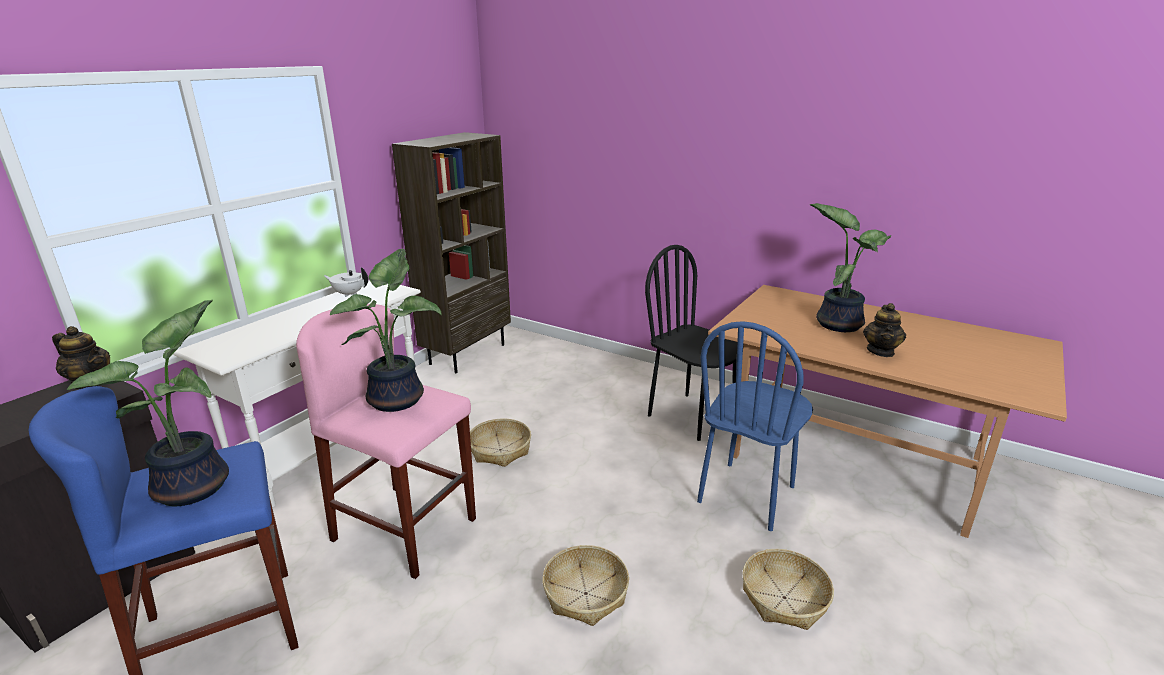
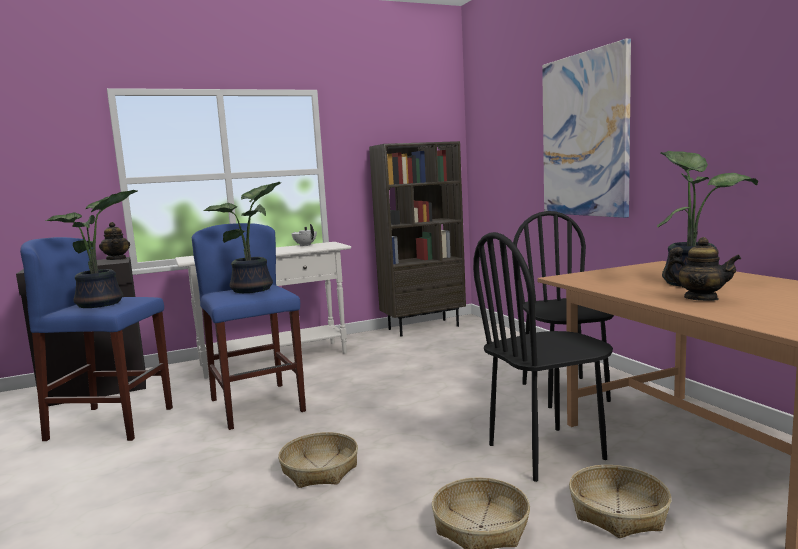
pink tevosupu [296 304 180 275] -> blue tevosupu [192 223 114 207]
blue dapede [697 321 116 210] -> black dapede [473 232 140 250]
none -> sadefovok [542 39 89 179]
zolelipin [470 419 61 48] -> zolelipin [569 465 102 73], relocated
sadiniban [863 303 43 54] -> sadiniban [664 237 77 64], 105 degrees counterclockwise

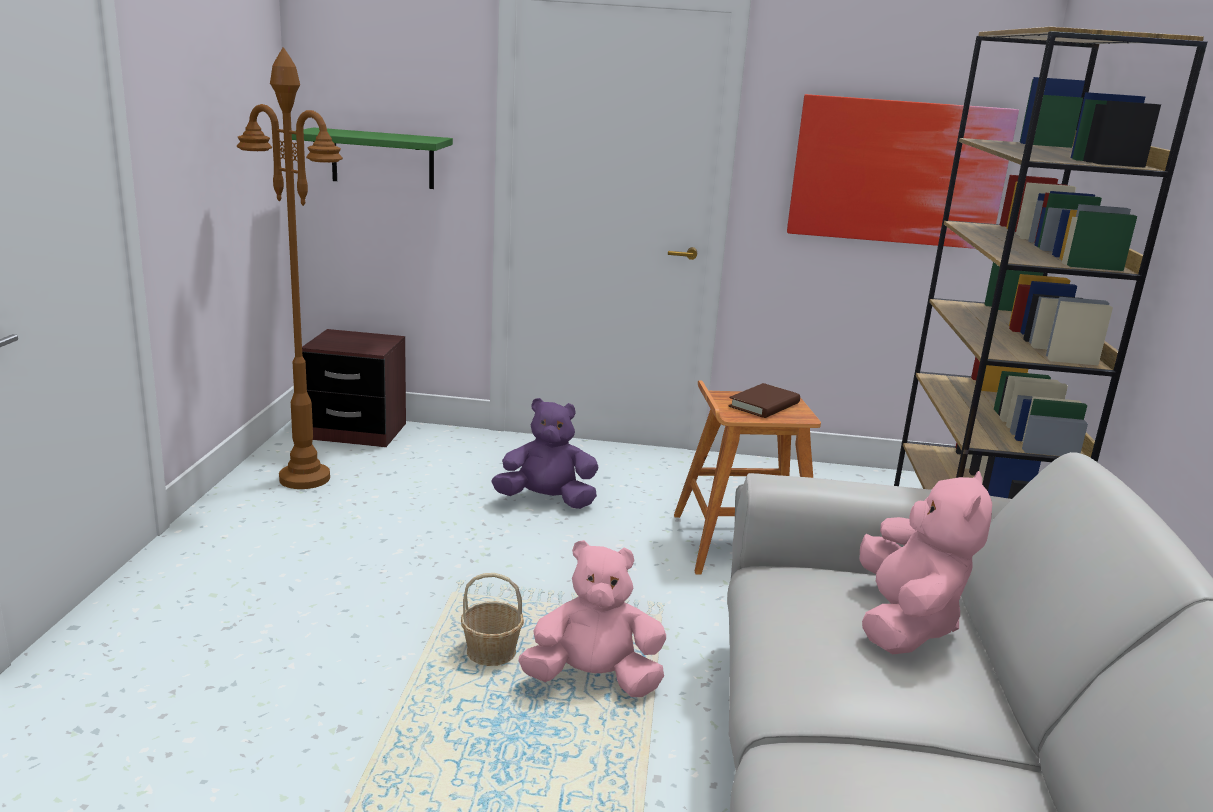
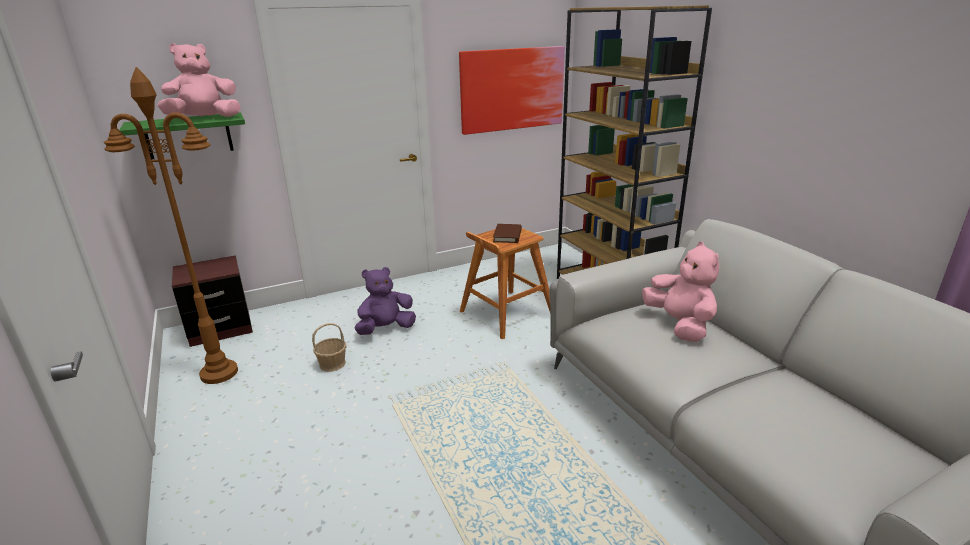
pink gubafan [518 540 148 157] -> pink gubafan [158 43 83 74], relocated
zolelipin [461 573 63 93] -> zolelipin [312 323 34 49], relocated

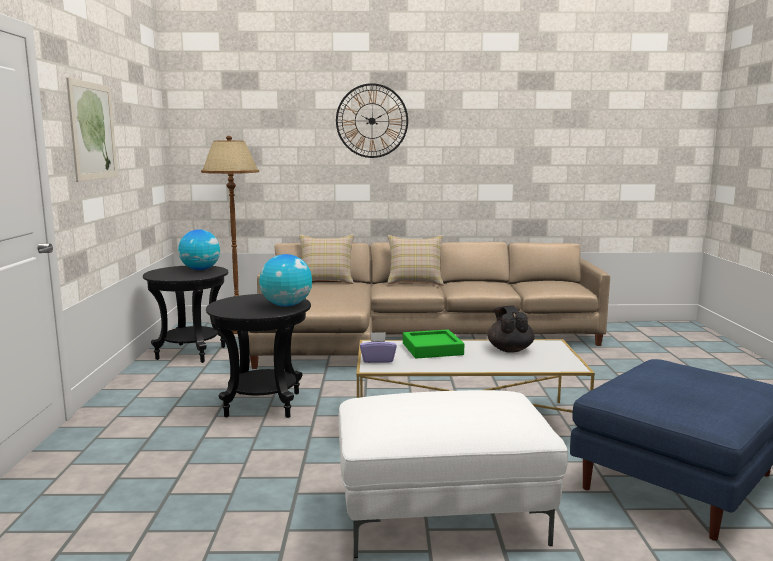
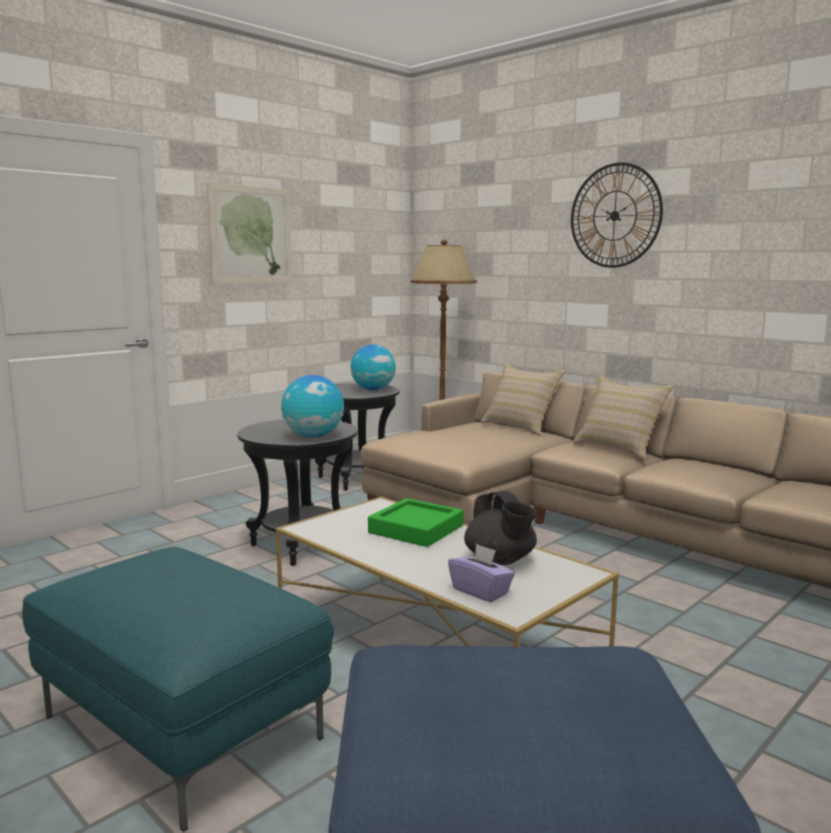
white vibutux [338 390 230 168] -> turquoise vibutux [22 547 312 285]
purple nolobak [360 332 37 31] -> purple nolobak [448 544 67 58], relocated
black sadiniban [488 305 47 48] -> black sadiniban [464 491 73 74], 120 degrees clockwise

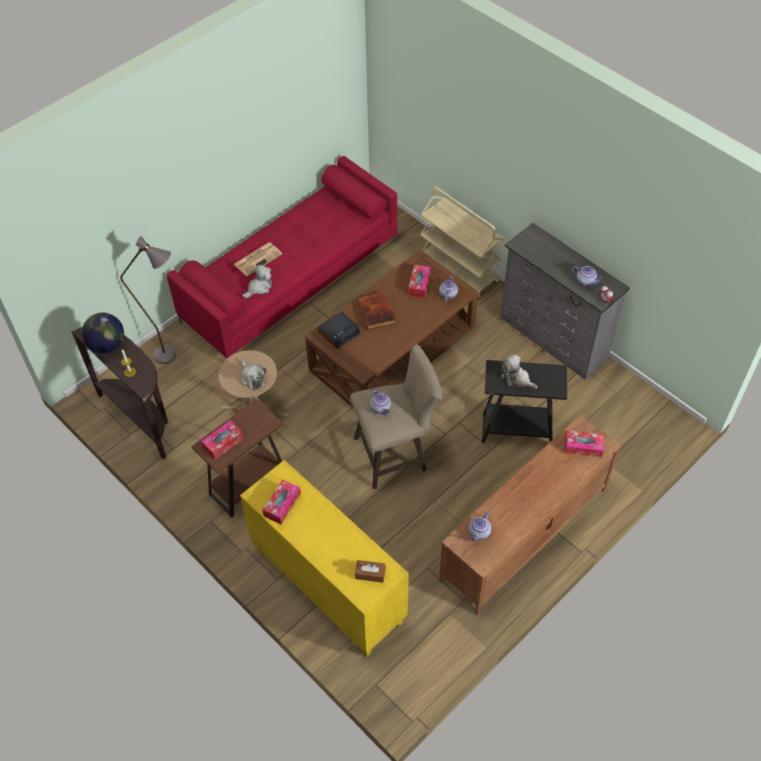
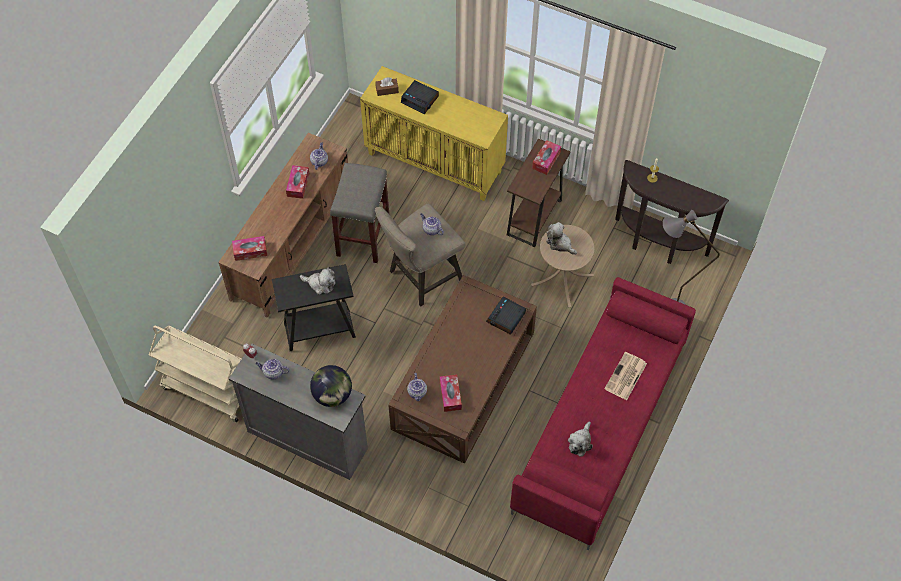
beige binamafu [420 186 84 112] -> beige binamafu [149 325 92 97], relocated
nolobak [262 479 39 45] -> nolobak [286 165 23 34], relocated
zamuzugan [82 312 42 42] -> zamuzugan [310 365 42 42], relocated
none -> grey tevosupu [330 163 59 100]
none -> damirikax [401 80 38 34]
gubafan [242 264 30 34] -> gubafan [568 422 25 35], relocated
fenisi [357 292 39 38] -> none

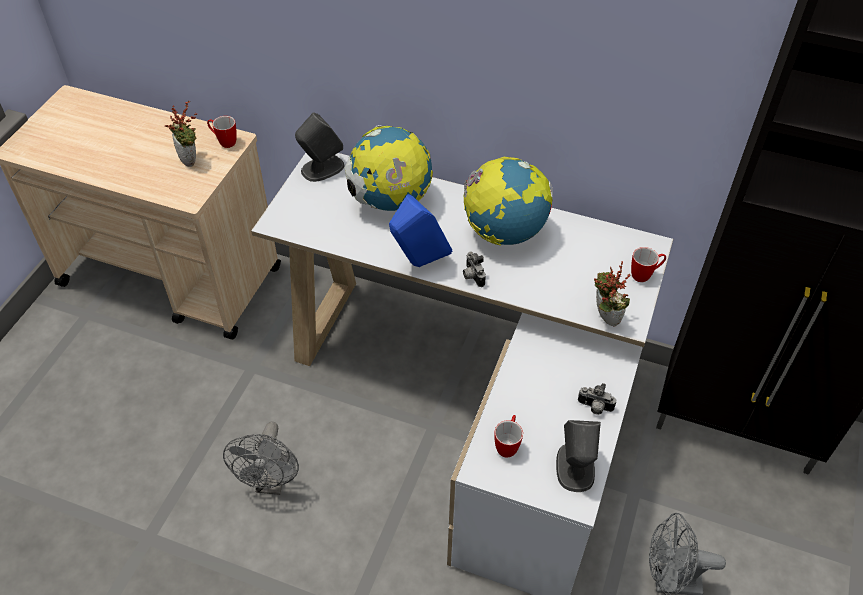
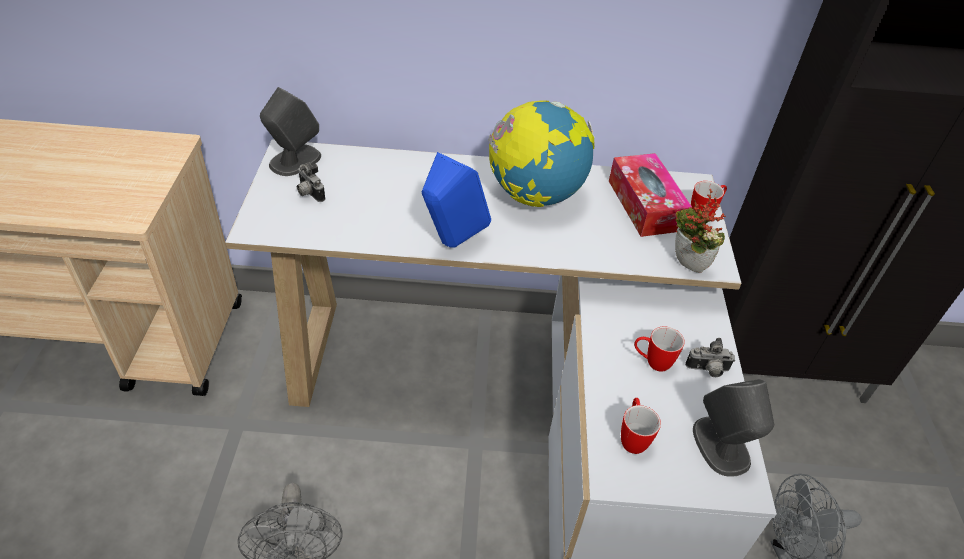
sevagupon [463 251 23 36] -> sevagupon [297 162 28 40], relocated
none -> nolobak [609 153 83 84]
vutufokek [207 116 30 32] -> vutufokek [634 326 51 46], relocated
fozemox [165 100 32 67] -> none
zamuzugan [345 125 88 86] -> none

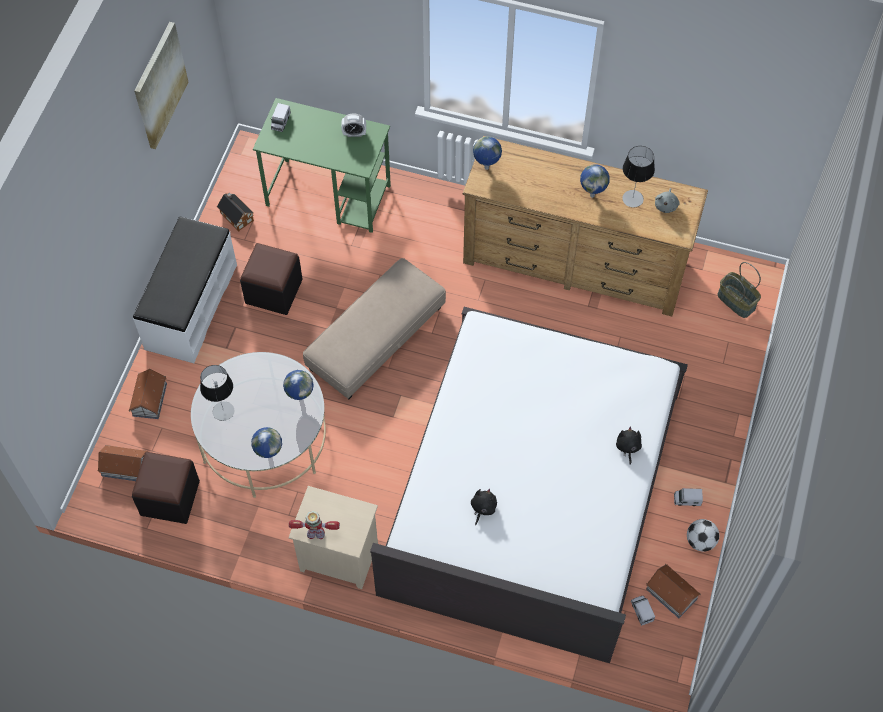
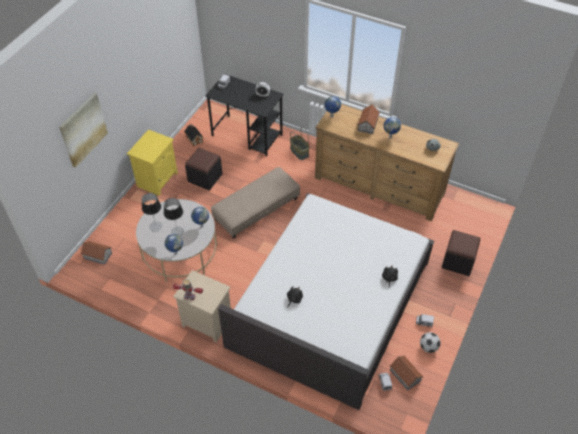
sadefovok [134 22 54 127] -> sadefovok [59 93 49 75], relocated
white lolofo [133 217 104 146] -> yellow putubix [127 129 51 67]
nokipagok [622 146 33 61] -> nokipagok [164 198 20 38], relocated
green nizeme [253 98 138 135] -> black nizeme [205 74 79 82]
zolelipin [717 262 44 56] -> zolelipin [290 127 20 33], relocated
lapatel [129 369 38 50] -> lapatel [358 105 22 29], relocated
black vibutux [132 452 68 72] -> black vibutux [442 230 39 46], relocated

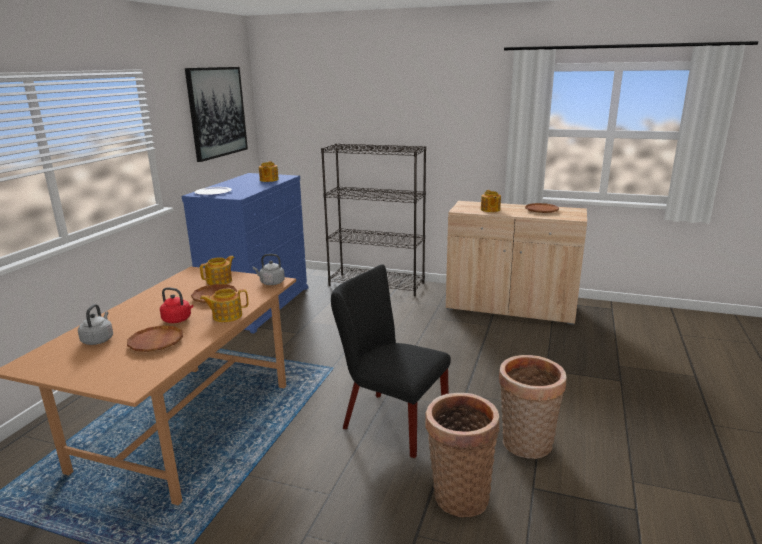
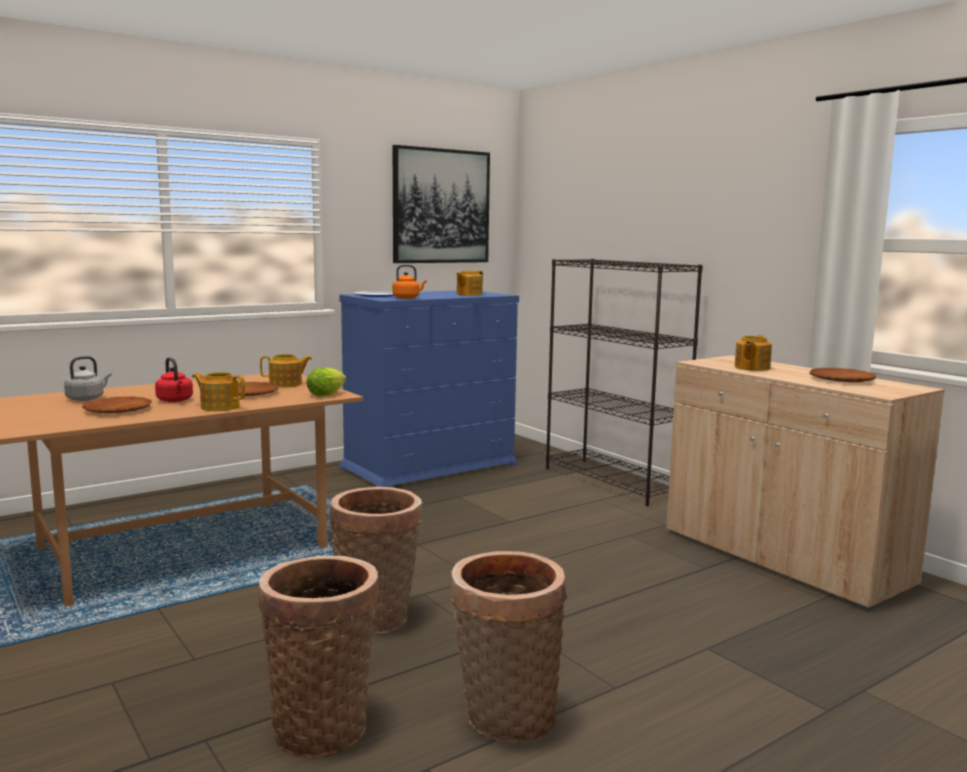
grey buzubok [253 254 32 31] -> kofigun [306 367 40 29]
black dapede [331 264 120 194] -> zolelipin [330 487 92 148]
none -> orange buzubok [392 264 35 35]

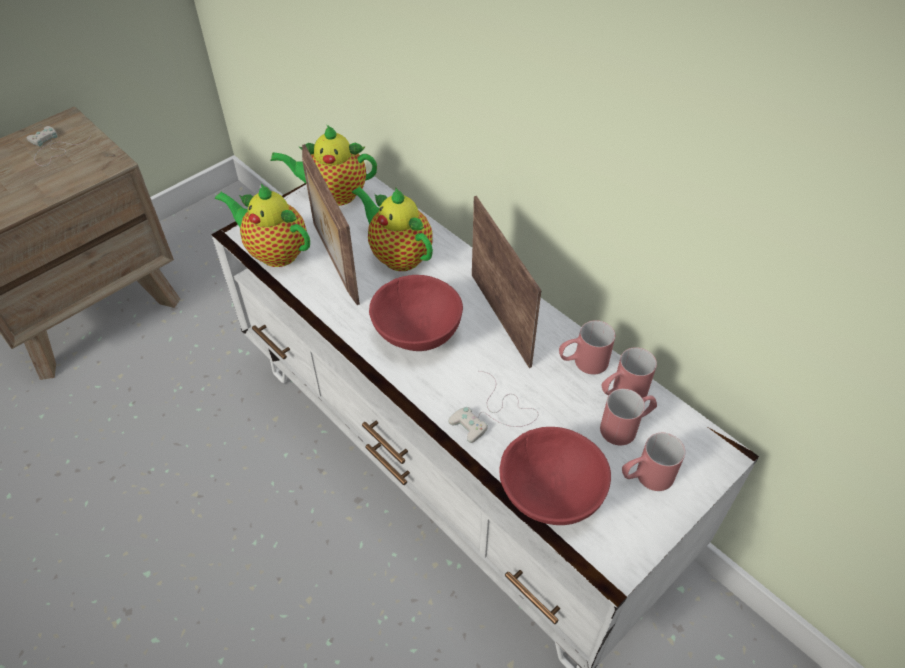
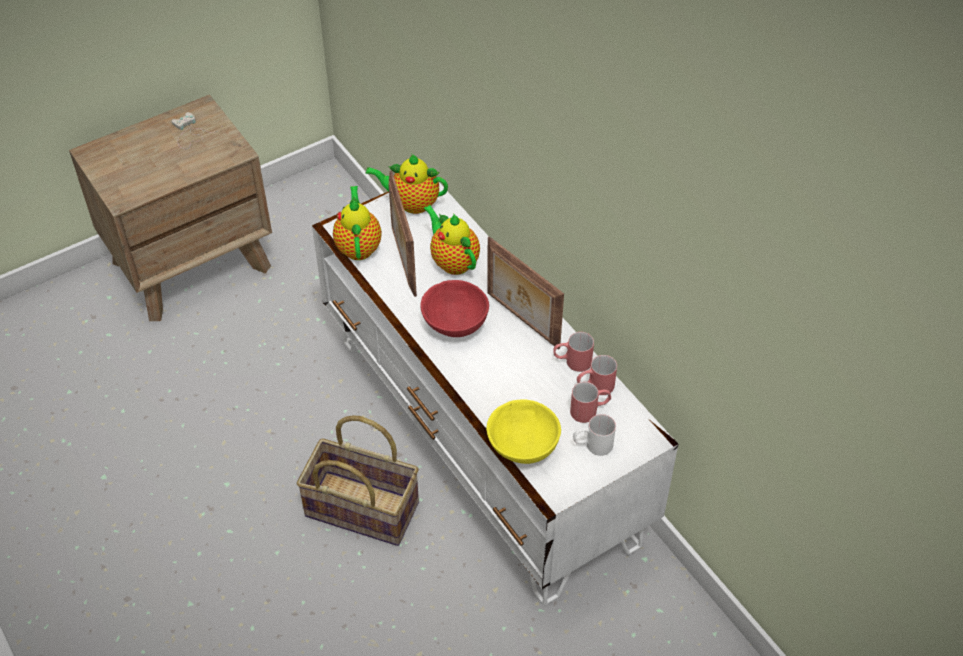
none -> zolelipin [297 415 122 131]
sadiniban [215 184 95 83] -> sadiniban [333 186 49 74], 45 degrees clockwise
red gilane [499 427 112 98] -> yellow gilane [486 399 75 65]
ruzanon [472 196 69 172] -> ruzanon [487 236 77 114], 150 degrees clockwise
red vutufokek [622 433 63 58] -> white vutufokek [573 414 43 42]
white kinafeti [448 371 90 72] -> none

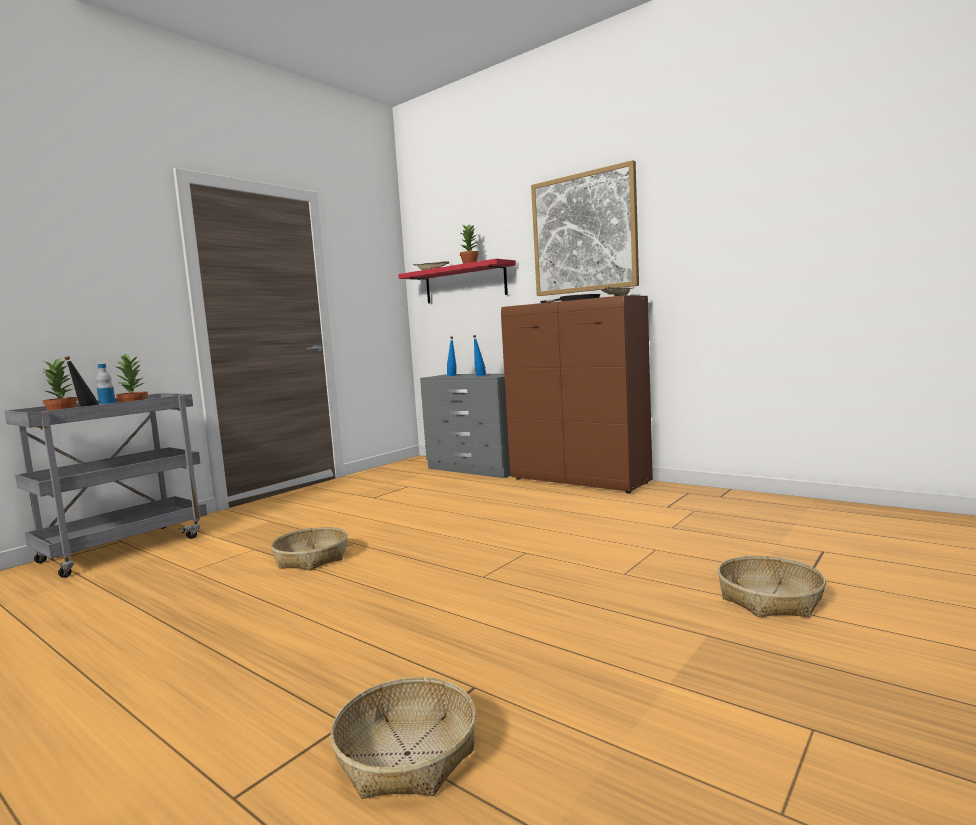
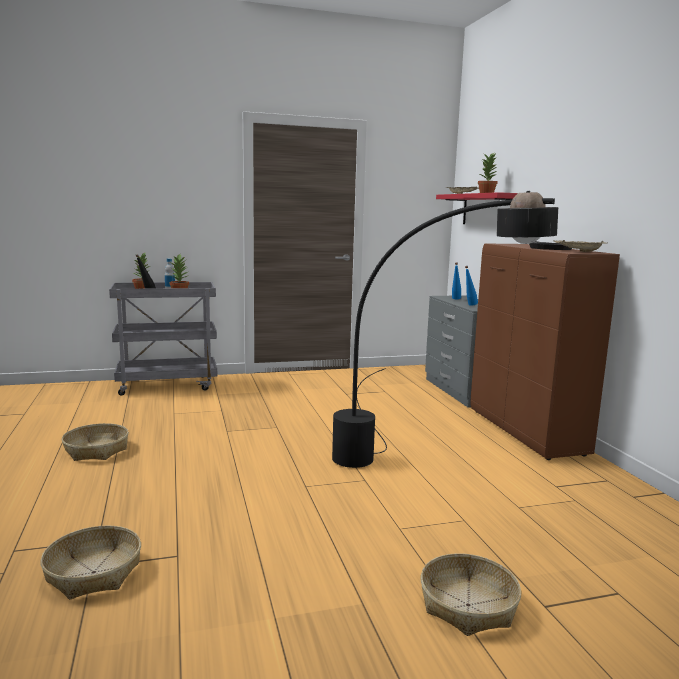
zolelipin [271 527 77 44] -> zolelipin [62 423 67 38], relocated
none -> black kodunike [332 191 226 277]
sadefovok [531 160 108 136] -> none

